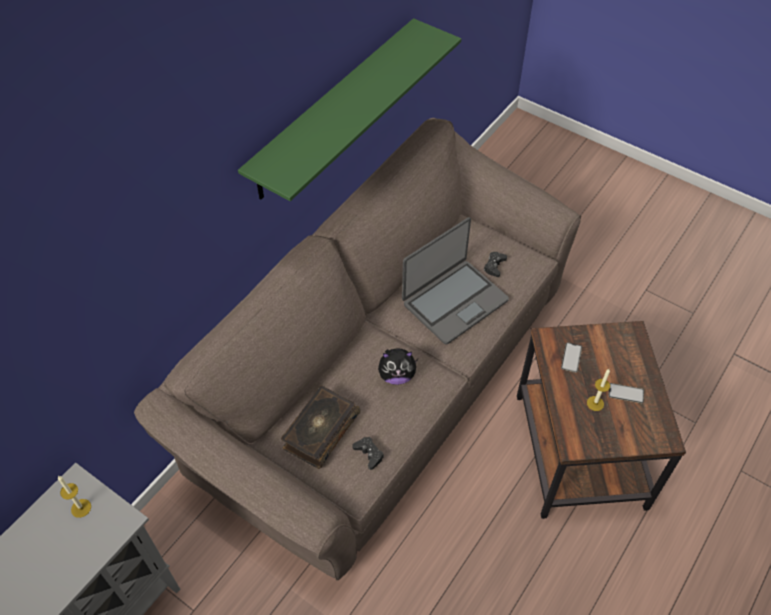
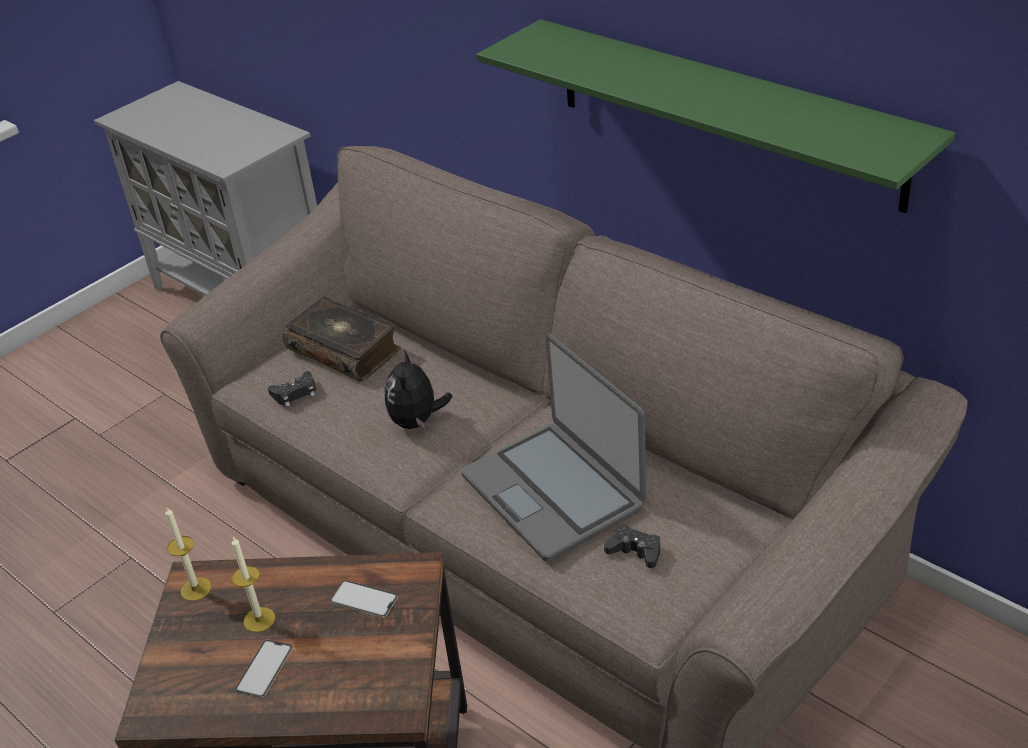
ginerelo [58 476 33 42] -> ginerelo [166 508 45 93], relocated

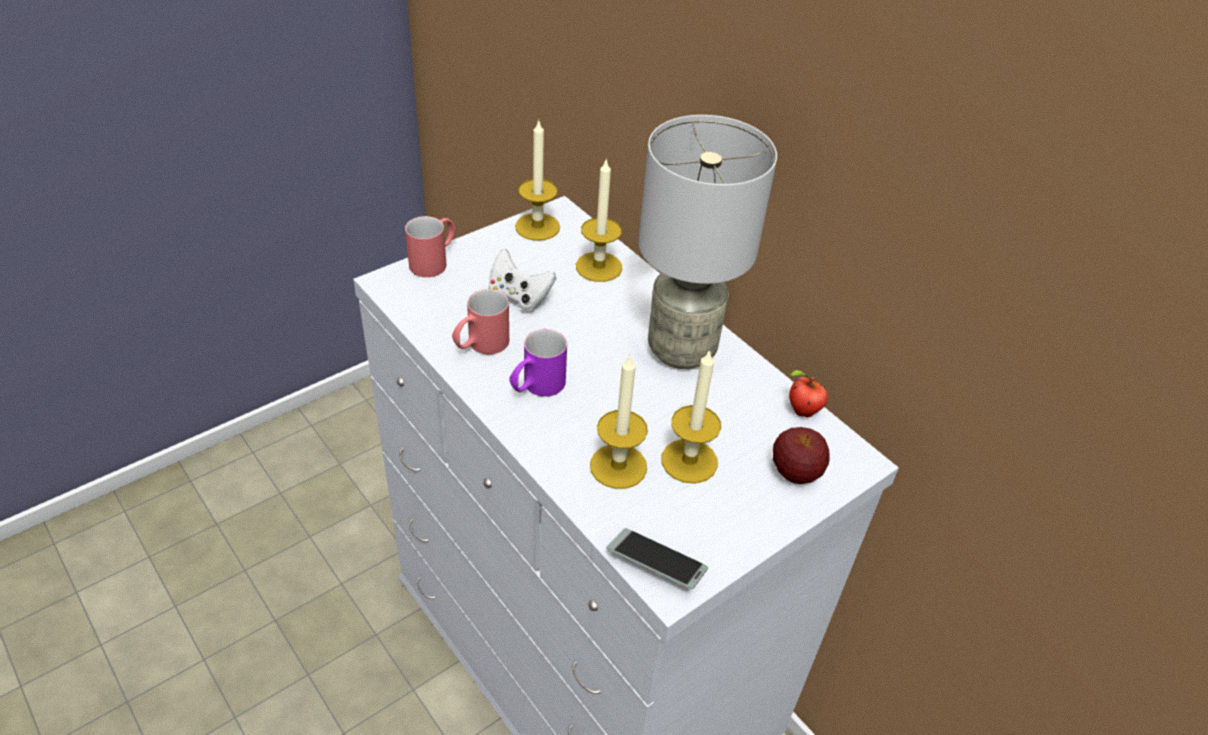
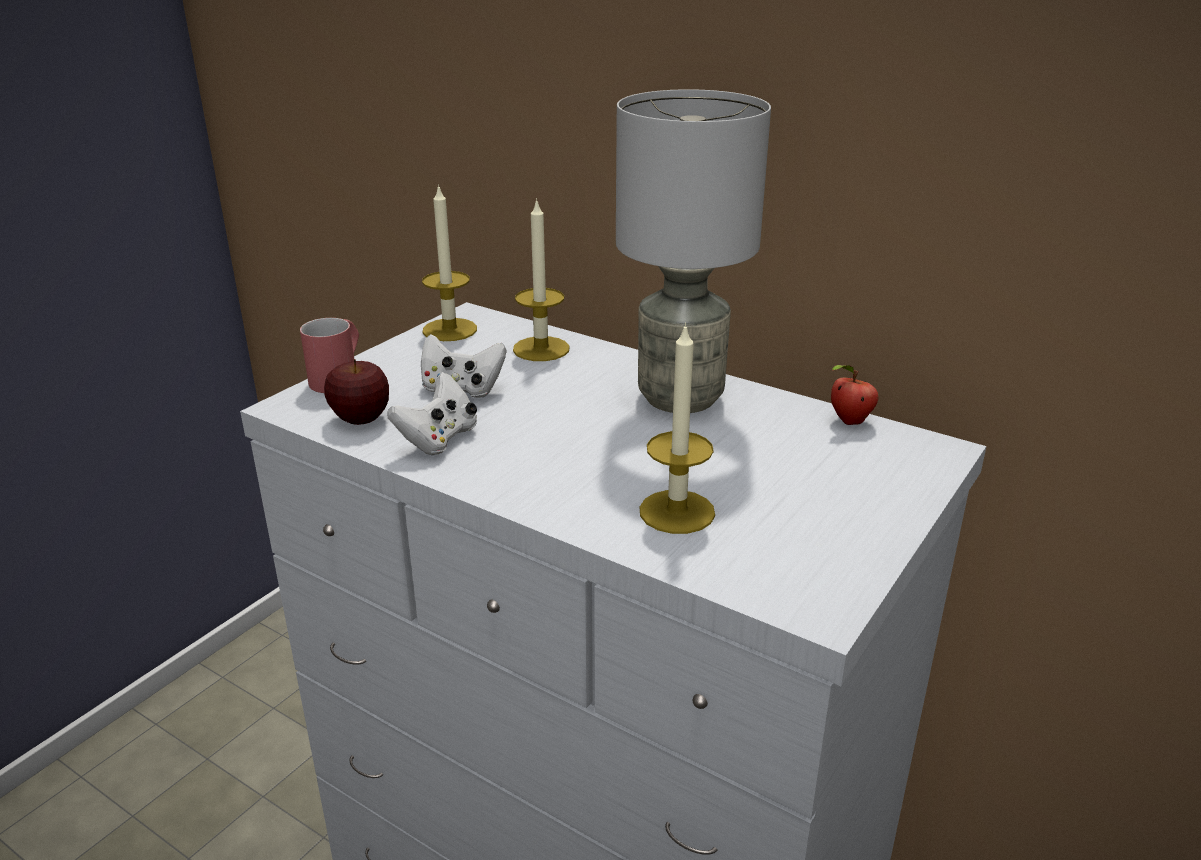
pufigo [773 427 57 57] -> pufigo [324 359 65 66], relocated
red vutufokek [452 289 57 65] -> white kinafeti [388 372 89 83]
purple vutufokek [509 329 58 68] -> none
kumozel [606 528 102 61] -> none
ginerelo [662 349 59 134] -> none

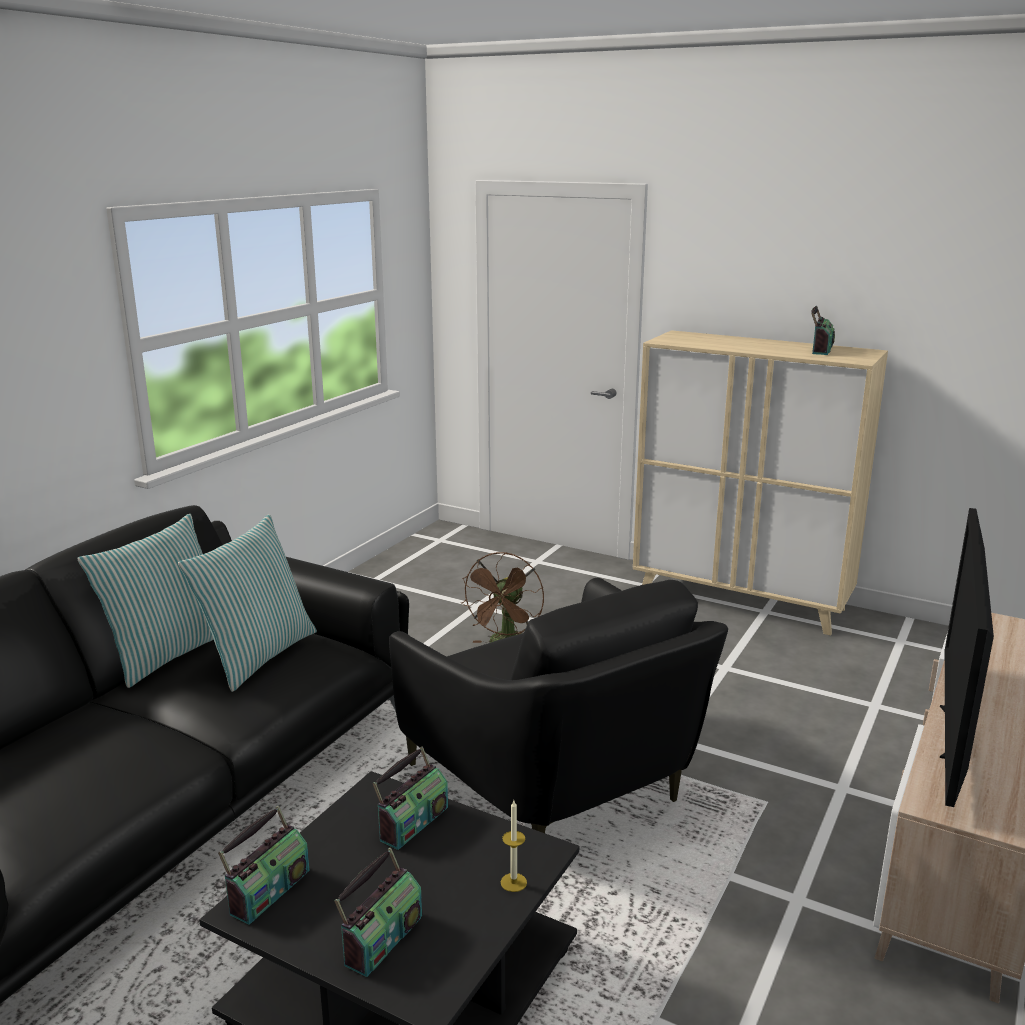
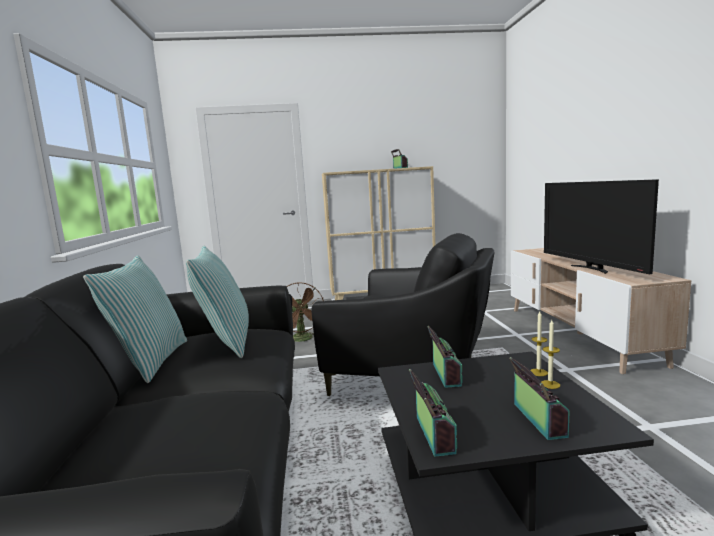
none -> ginerelo [541 320 19 69]

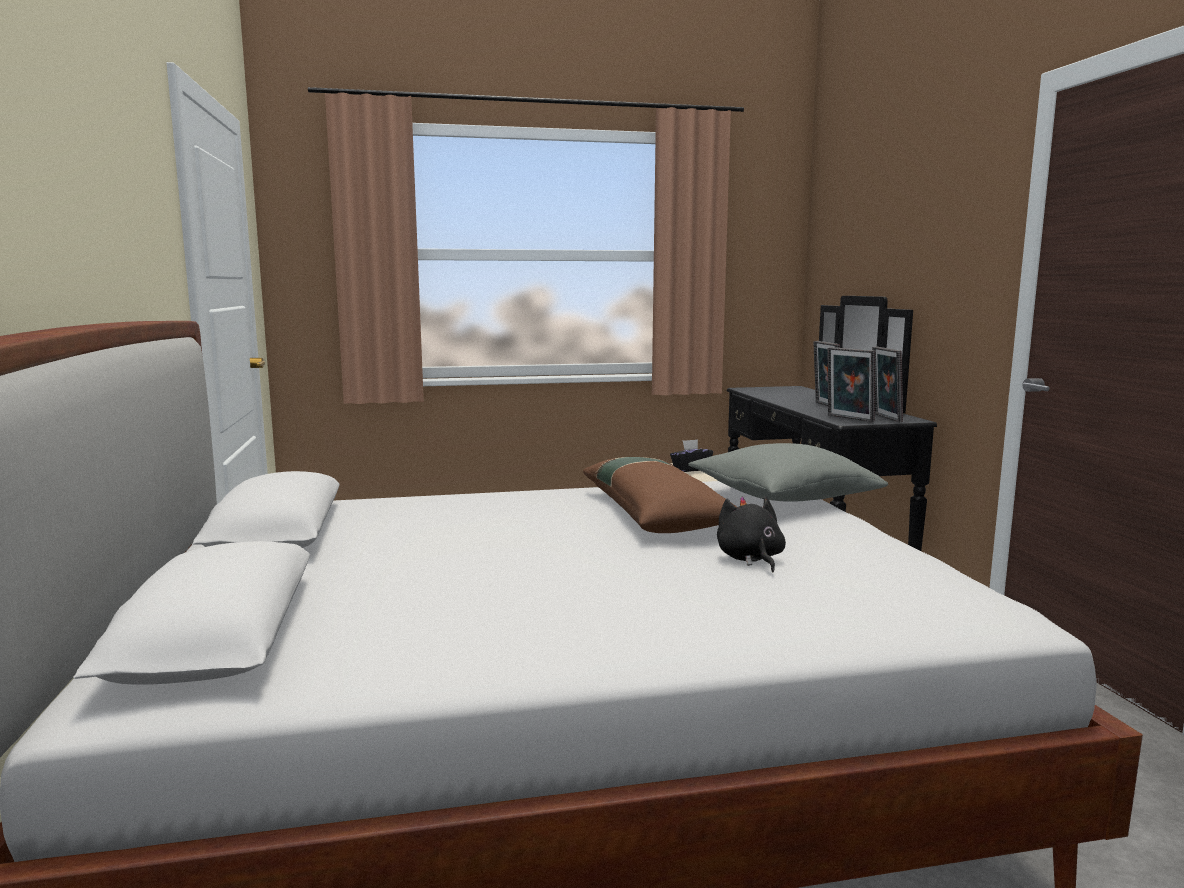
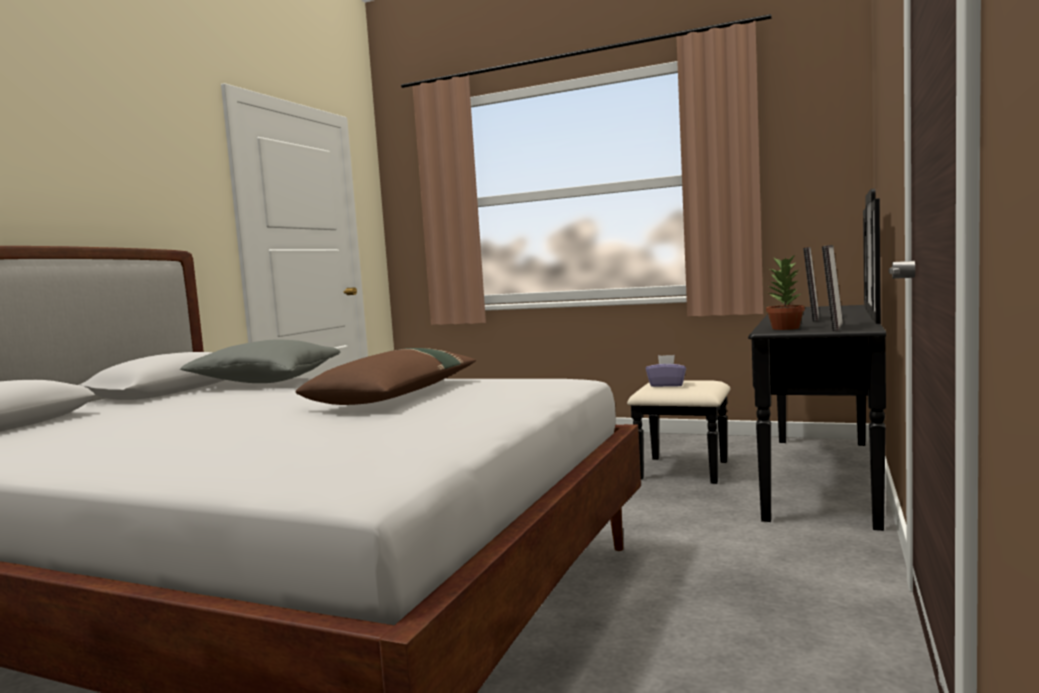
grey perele [688 443 200 59] -> grey perele [180 340 160 43], relocated
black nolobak [670 439 43 33] -> purple nolobak [646 355 40 32]
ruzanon [828 347 47 75] -> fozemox [766 254 39 76]
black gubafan [717 496 69 76] -> none

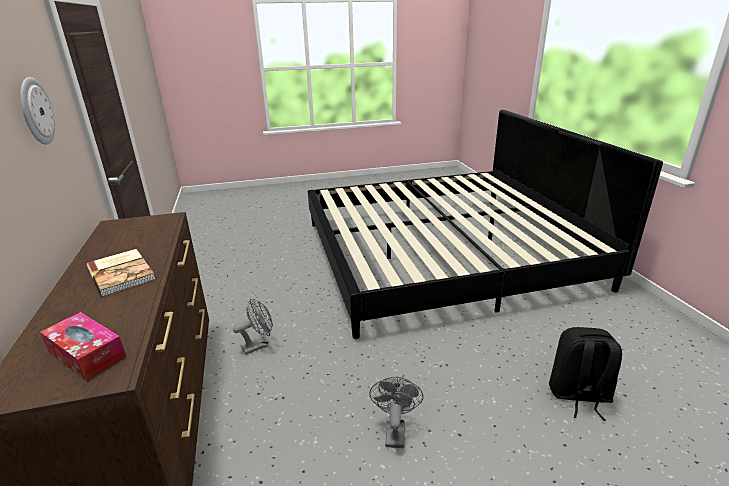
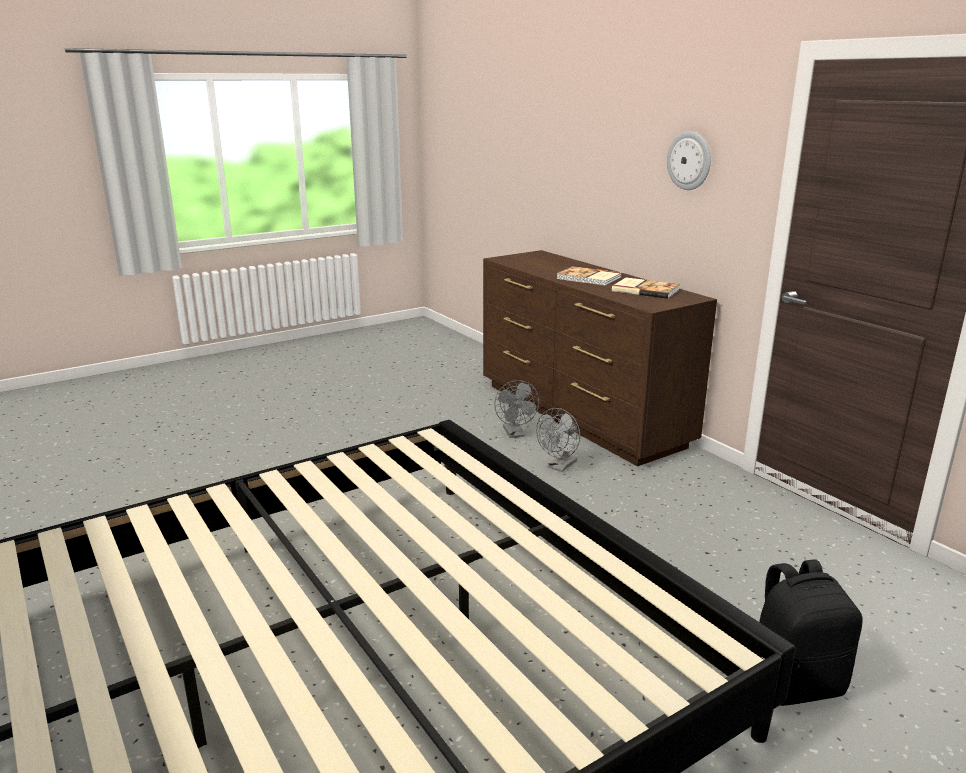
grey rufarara [369 377 54 71] -> grey rufarara [494 380 45 58], relocated
none -> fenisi [612 277 68 22]
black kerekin [549 327 73 94] -> black kerekin [759 559 103 147], relocated
nolobak [40 312 86 69] -> none

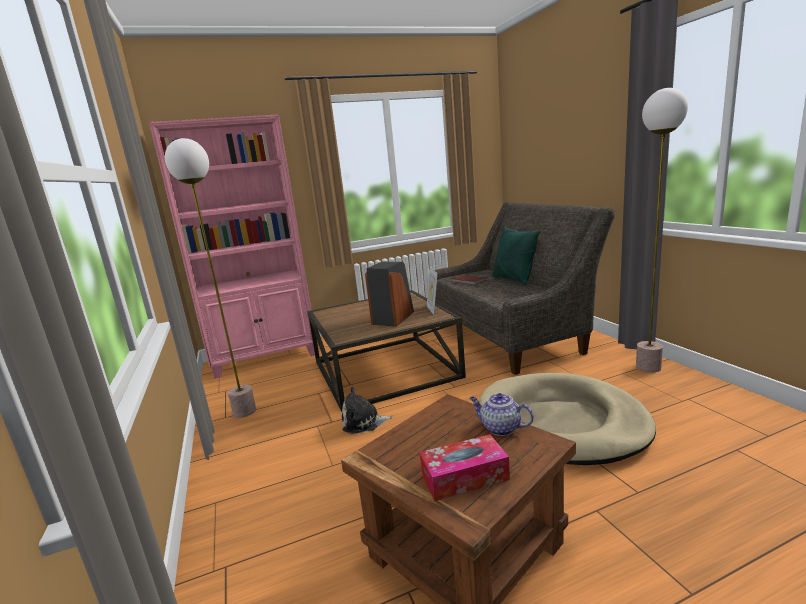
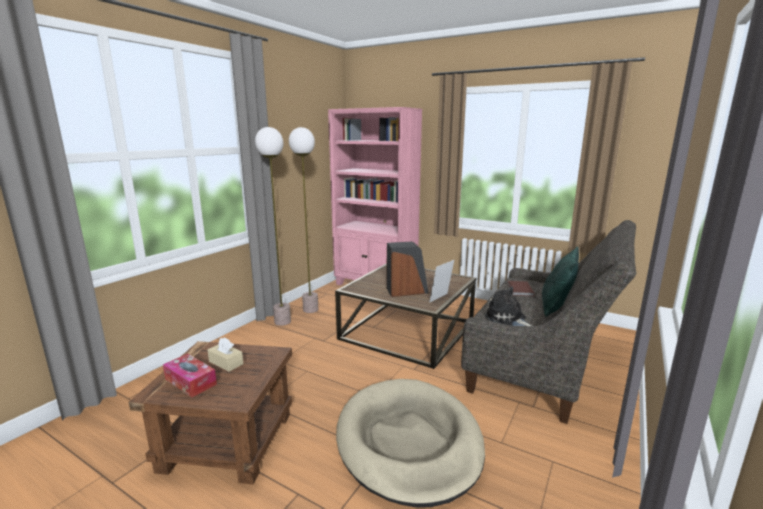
none -> beige nolobak [208 337 35 35]
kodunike [636 88 52 285] -> kodunike [255 127 36 199], relocated
gubafan [342 387 51 47] -> gubafan [485 286 48 41], relocated
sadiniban [469 393 65 43] -> none

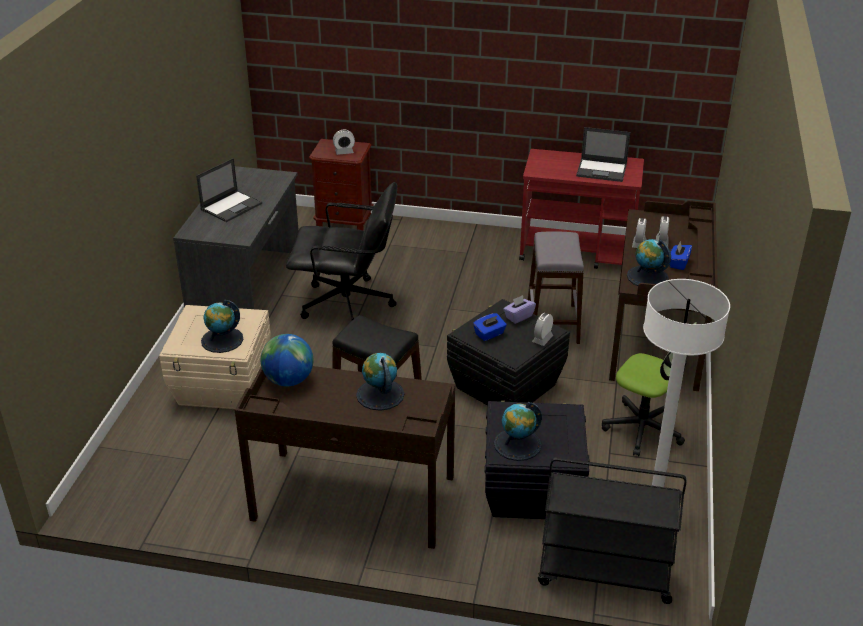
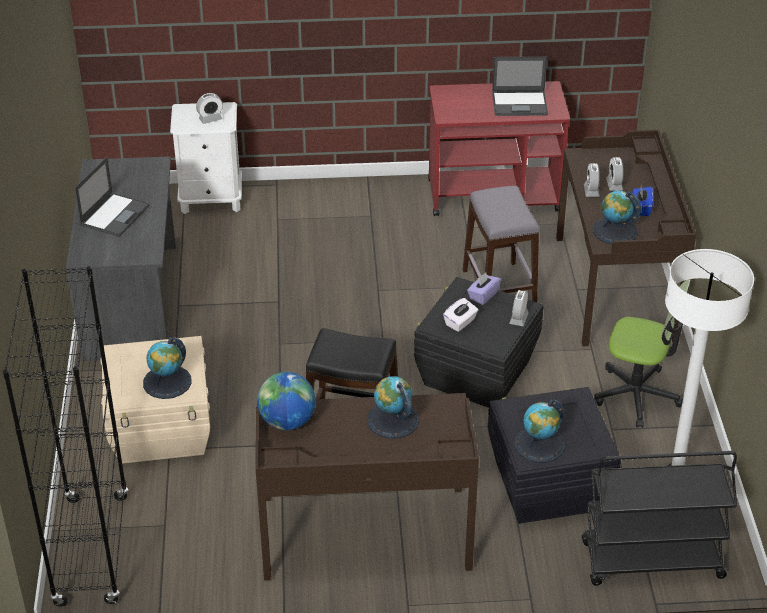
none -> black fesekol [3 266 126 341]
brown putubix [309 139 65 92] -> white putubix [170 102 72 112]
blue nolobak [473 313 34 28] -> white nolobak [443 298 35 34]
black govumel [286 182 111 138] -> none

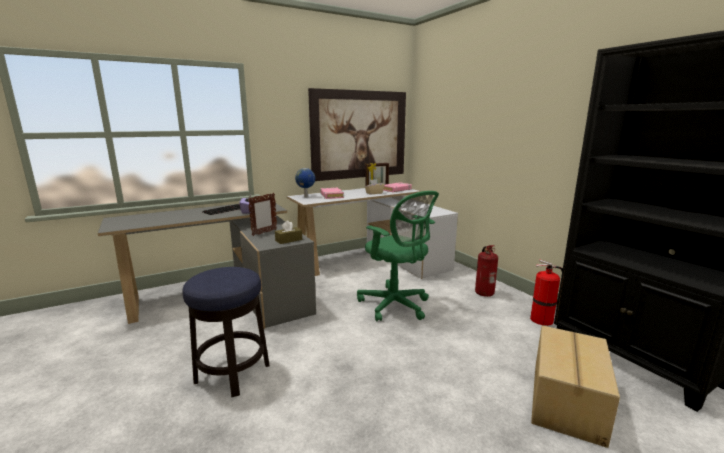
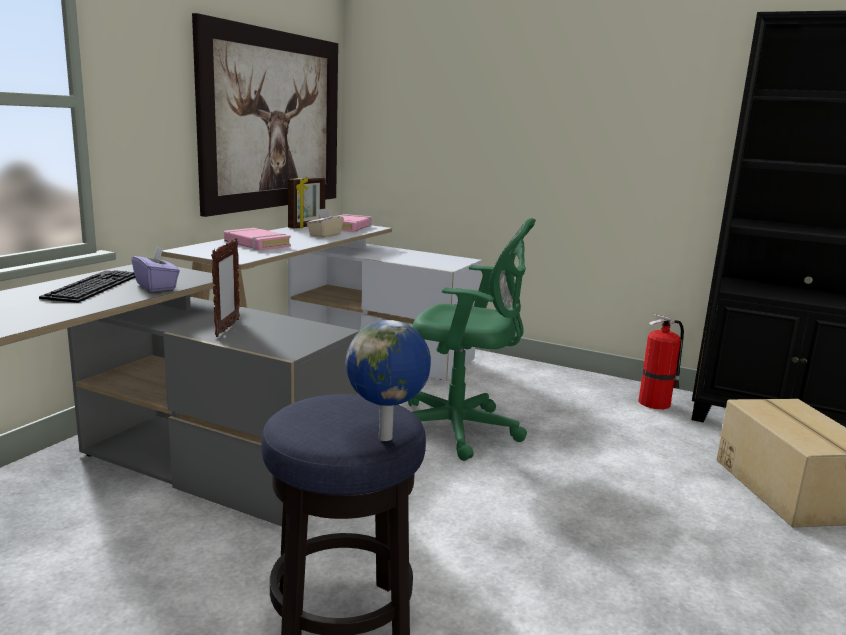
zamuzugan [295 168 20 30] -> zamuzugan [345 320 86 121], relocated
brown nolobak [275 220 27 24] -> none
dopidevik [475 245 23 52] -> none

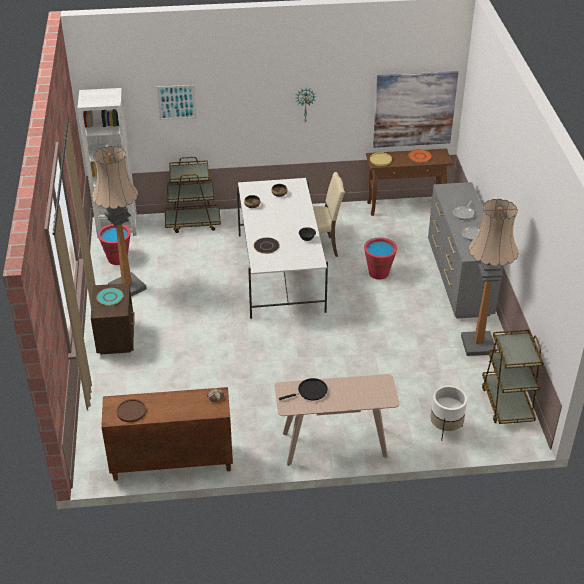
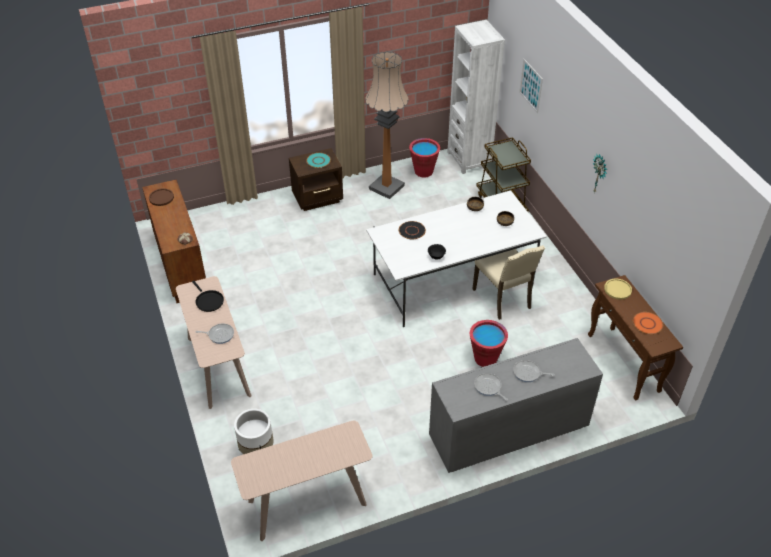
none -> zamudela [195 323 39 21]
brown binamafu [482 329 61 95] -> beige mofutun [231 420 141 121]
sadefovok [373 71 86 77] -> none
kodunike [461 199 58 157] -> none

